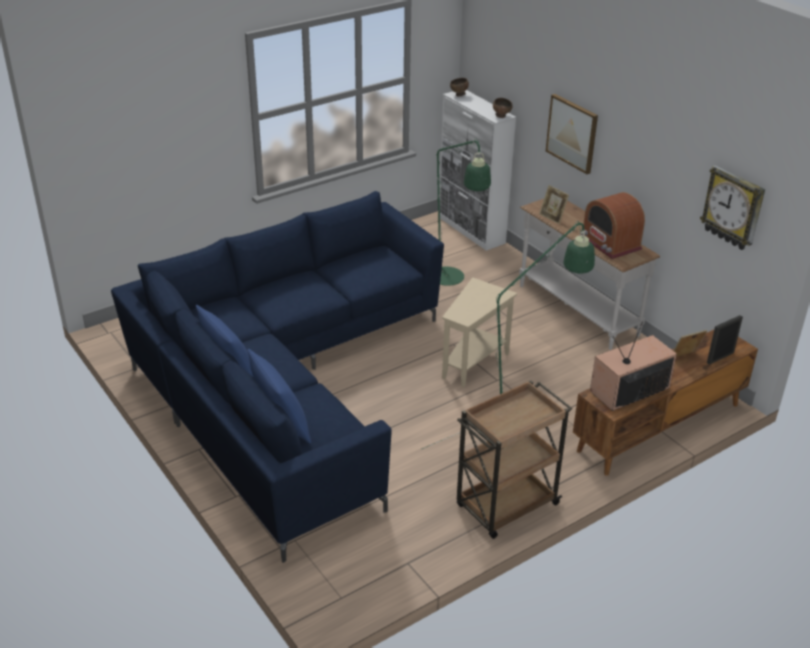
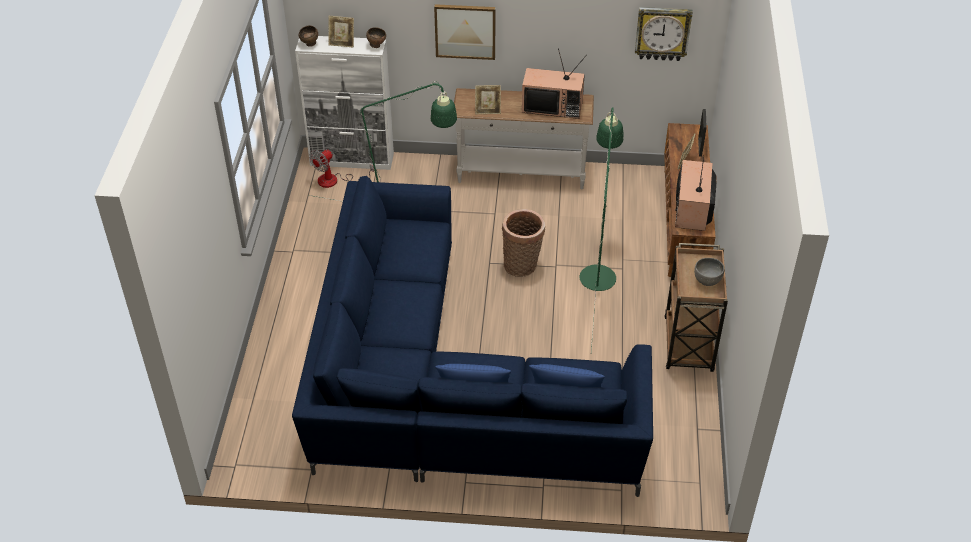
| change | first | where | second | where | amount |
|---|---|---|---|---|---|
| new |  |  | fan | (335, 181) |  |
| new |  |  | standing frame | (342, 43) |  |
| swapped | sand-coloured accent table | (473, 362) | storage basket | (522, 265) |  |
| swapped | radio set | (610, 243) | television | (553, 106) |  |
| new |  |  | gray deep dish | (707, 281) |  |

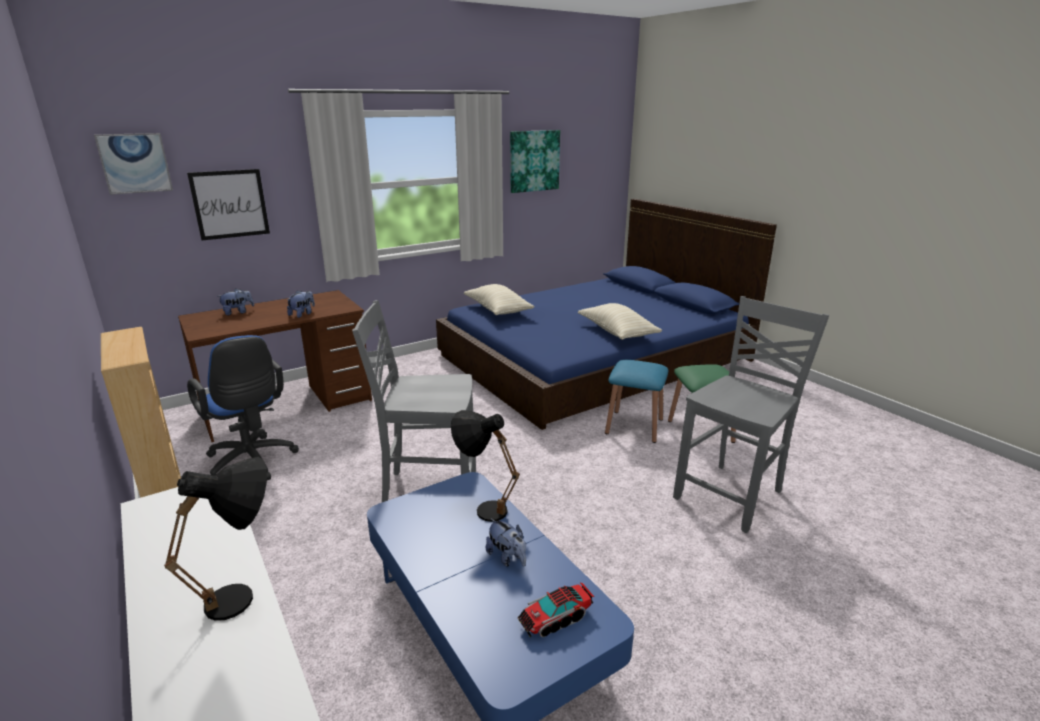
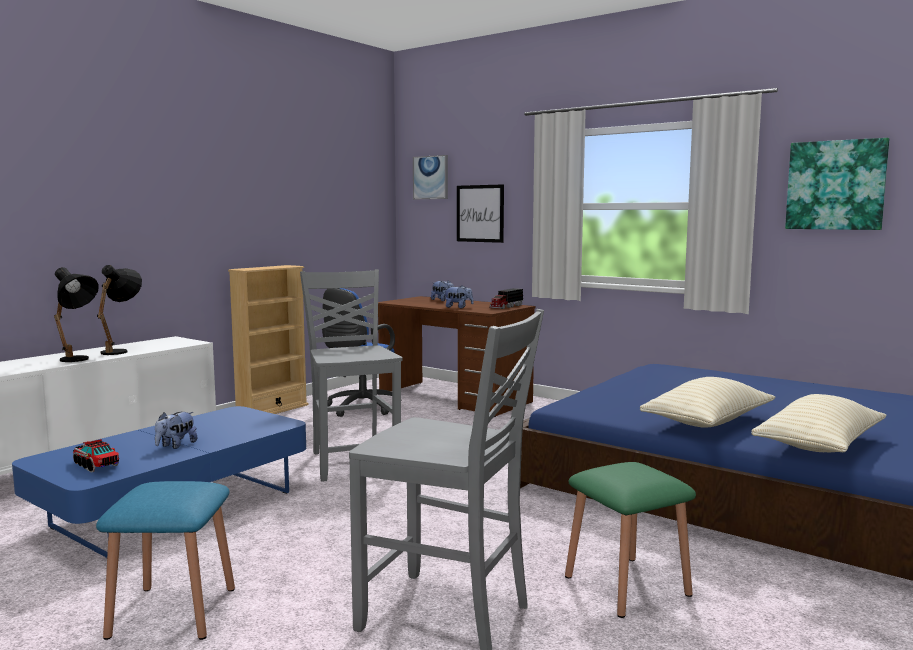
| change | first | where | second | where | amount |
|---|---|---|---|---|---|
| shifted | blue stool seat | (634, 426) |  | (173, 612) |  |
| shifted | black lamp for a table | (482, 507) |  | (121, 351) |  |
| new |  |  | toy lorry | (506, 306) |  |
| shifted | sand-coloured cushion | (498, 310) |  | (819, 445) |  |

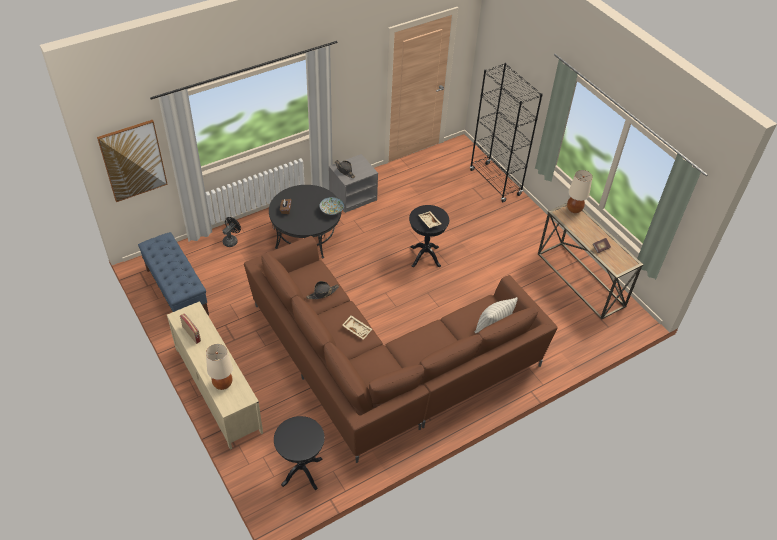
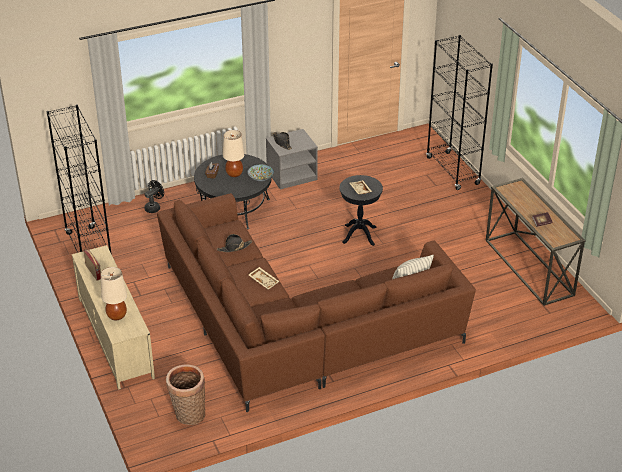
| change | first | where | second | where | amount |
|---|---|---|---|---|---|
| swapped | blue bench | (177, 292) | black shelving unit | (89, 249) |  |
| swapped | black accent table | (302, 472) | storage basket | (188, 415) |  |
| shifted | sand-coloured lamp for a table | (574, 209) |  | (234, 174) |  |
| gone | wall art | (133, 161) |  |  |  |

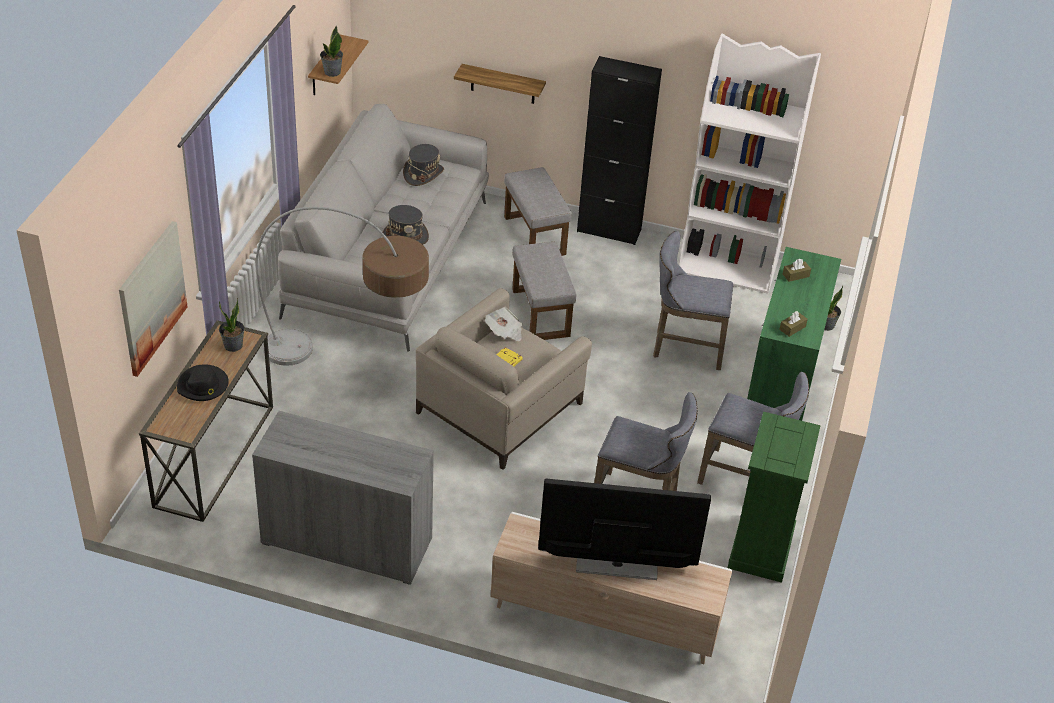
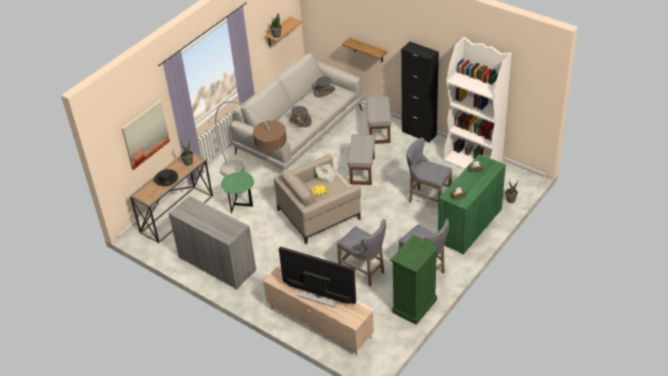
| change | first | where | second | where | amount |
|---|---|---|---|---|---|
| new |  |  | greenish accent table | (241, 205) |  |

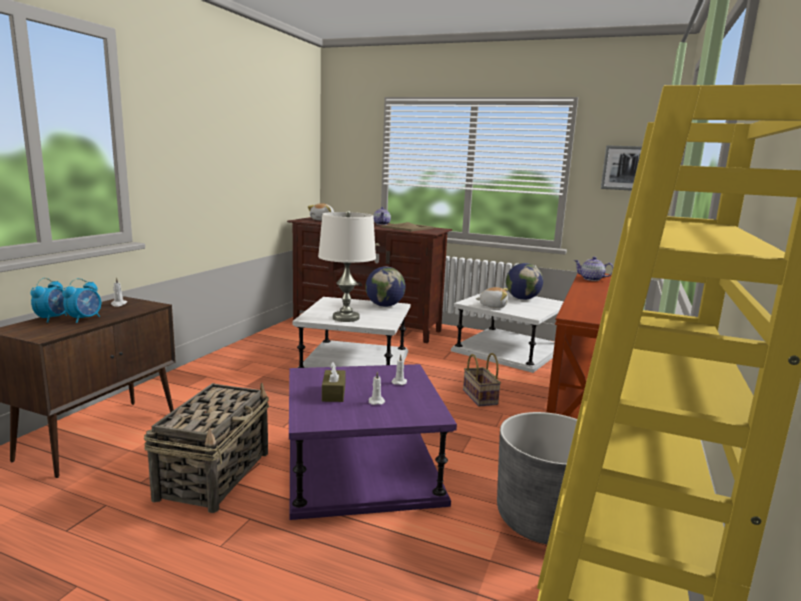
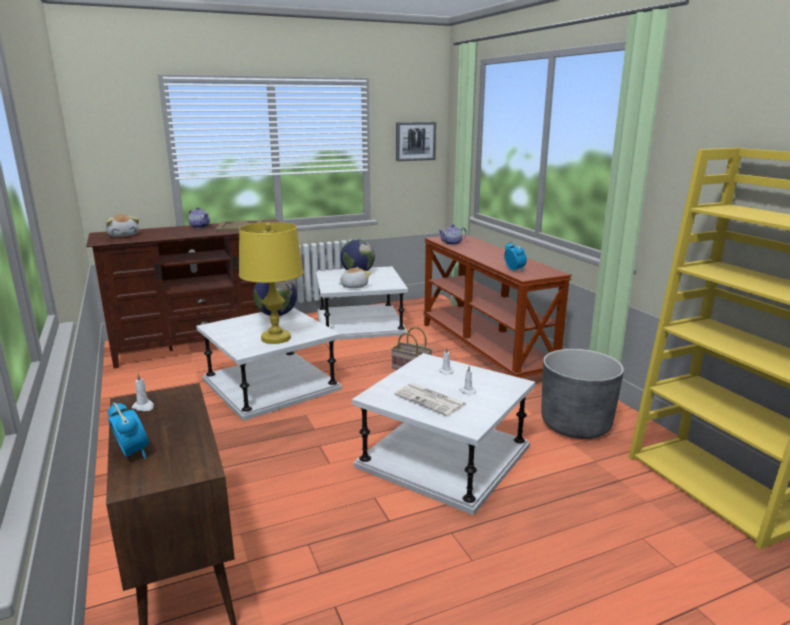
| change | first | where | second | where | amount |
|---|---|---|---|---|---|
| repainted | white lamp for a table | (346, 318) | yellowish lamp for a table | (275, 338) |  |
| repainted | purple accent table | (362, 469) | white accent table | (444, 456) |  |
| swapped | brown tissue box | (333, 393) | newspaper | (431, 400) |  |
| shifted | bedside clock | (85, 319) |  | (514, 270) |  |
| gone | storage basket | (215, 474) |  |  |  |

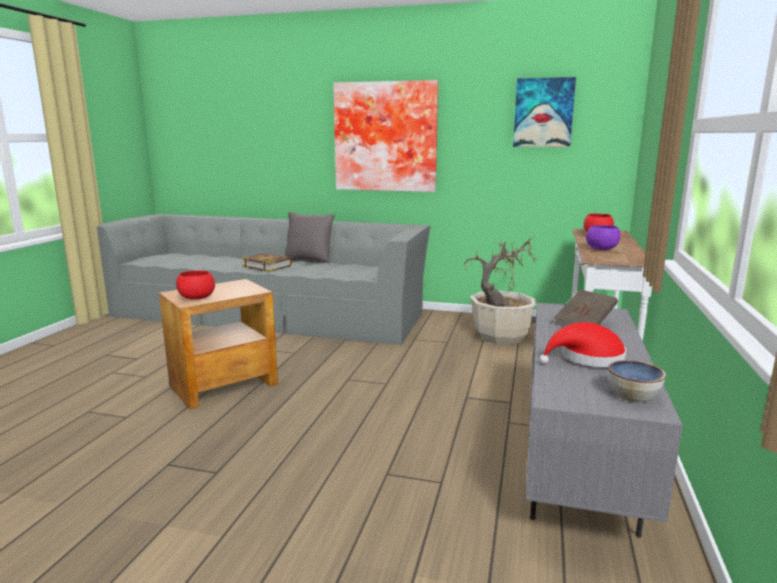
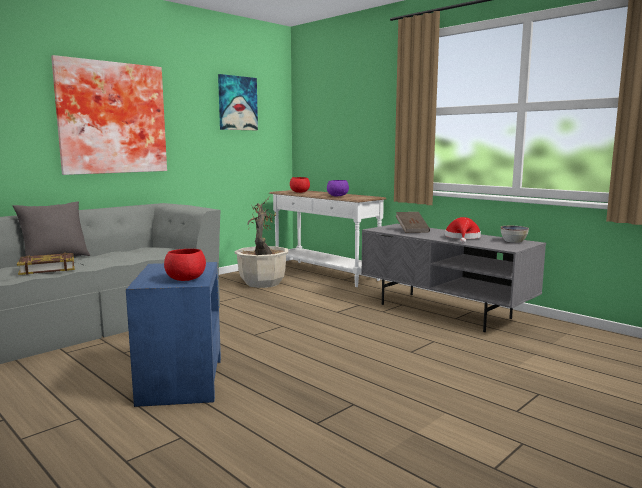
| change | first | where | second | where | amount |
|---|---|---|---|---|---|
| repainted | brown accent table | (222, 385) | blue accent table | (180, 381) |  |

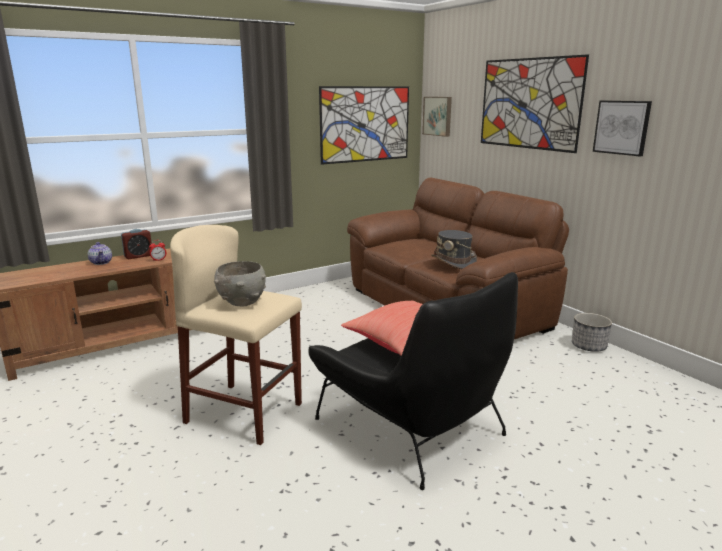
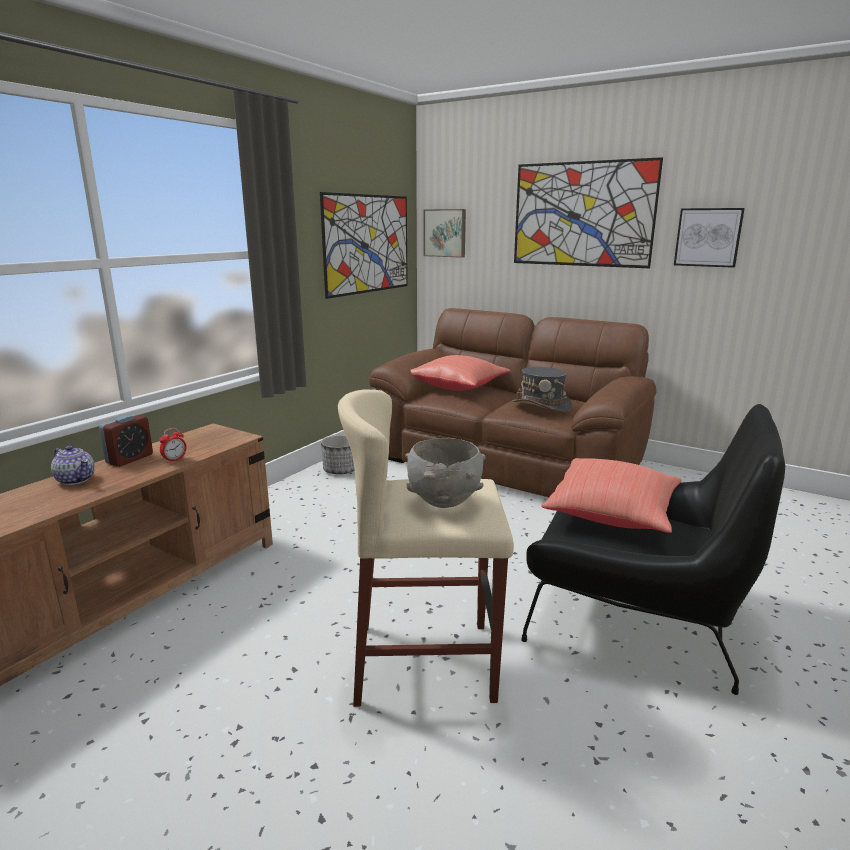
| change | first | where | second | where | amount |
|---|---|---|---|---|---|
| shifted | planter | (589, 346) |  | (341, 470) |  |
| new |  |  | reddish cushion | (459, 387) |  |

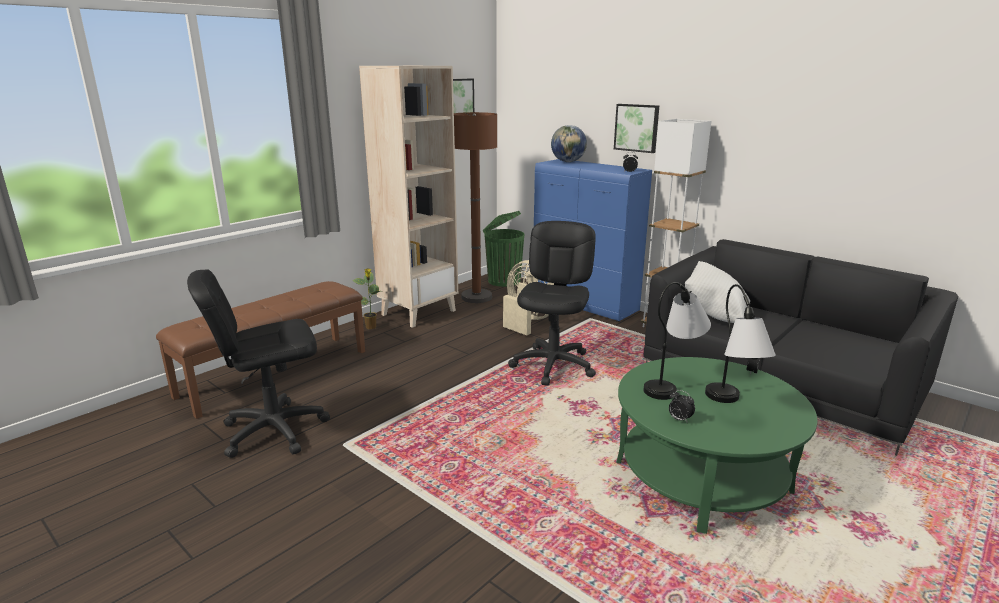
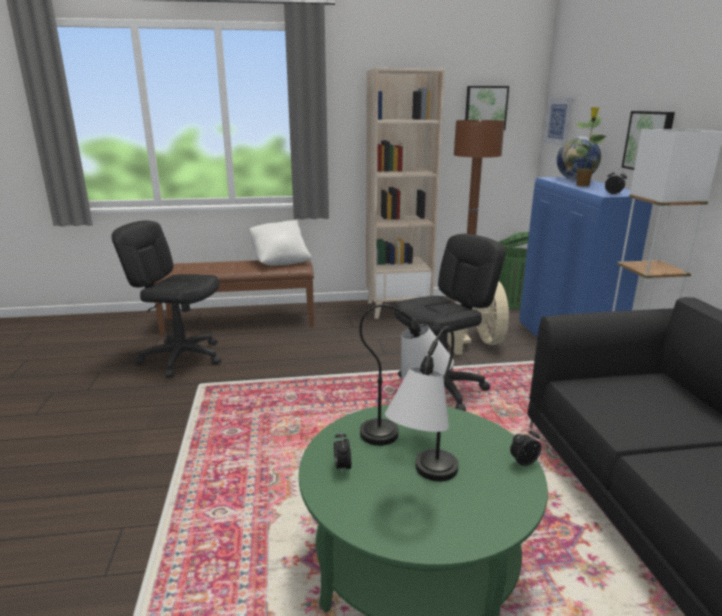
| change | first | where | second | where | amount |
|---|---|---|---|---|---|
| shifted | white cushion | (714, 315) |  | (280, 261) |  |
| new |  |  | wall art | (559, 121) |  |
| shifted | houseplant | (371, 327) |  | (583, 185) |  |

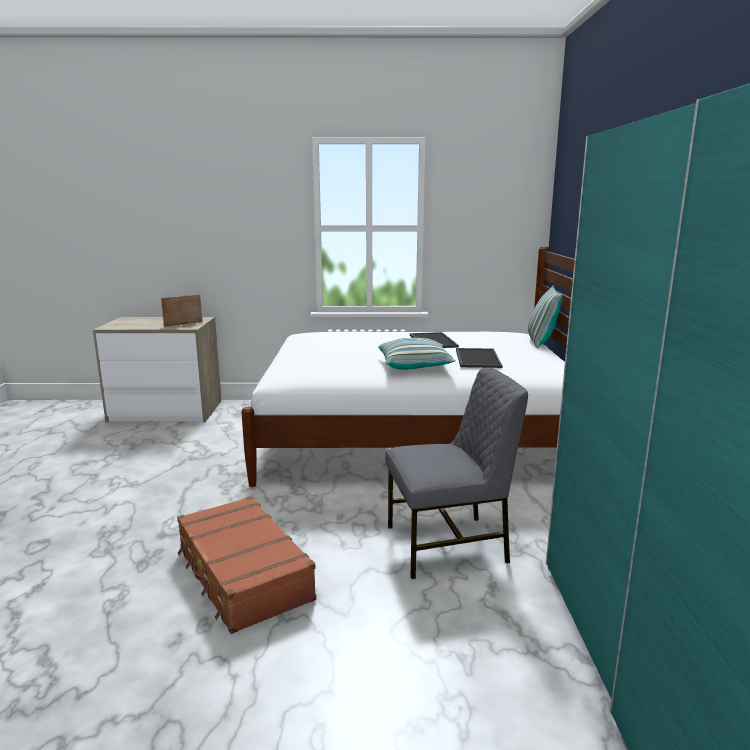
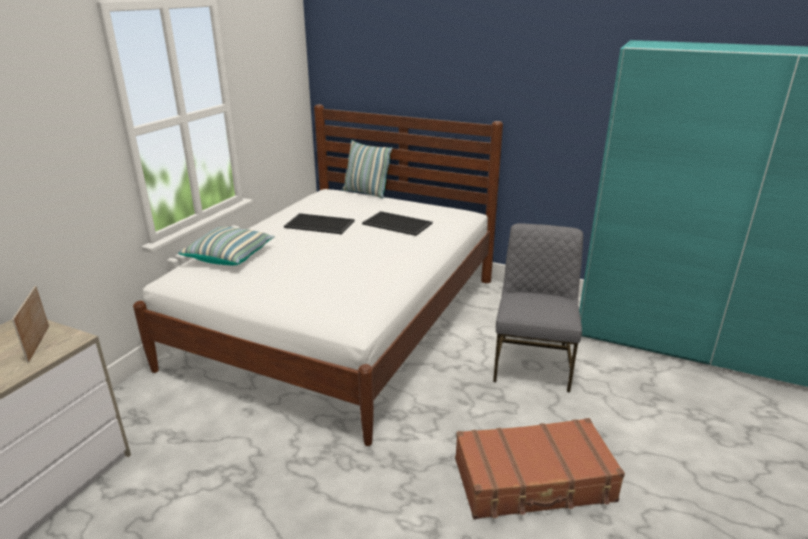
| change | first | where | second | where | amount |
|---|---|---|---|---|---|
| shifted | cushion | (415, 366) |  | (230, 256) |  |

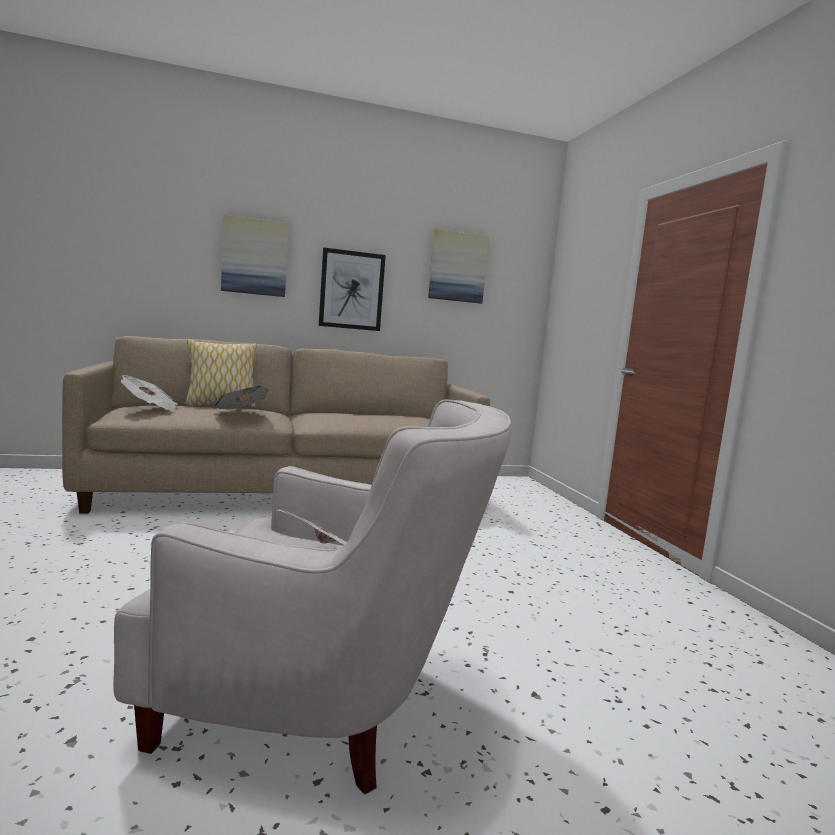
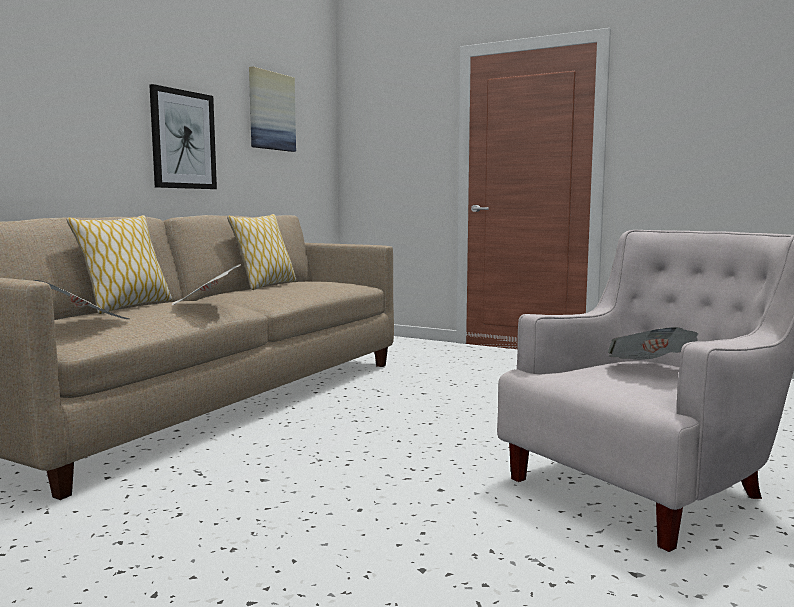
| change | first | where | second | where | amount |
|---|---|---|---|---|---|
| new |  |  | cushion | (265, 285) |  |
| gone | wall art | (255, 257) |  |  |  |

